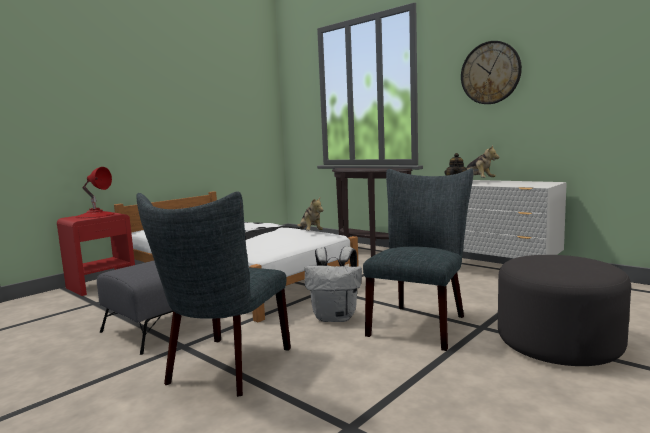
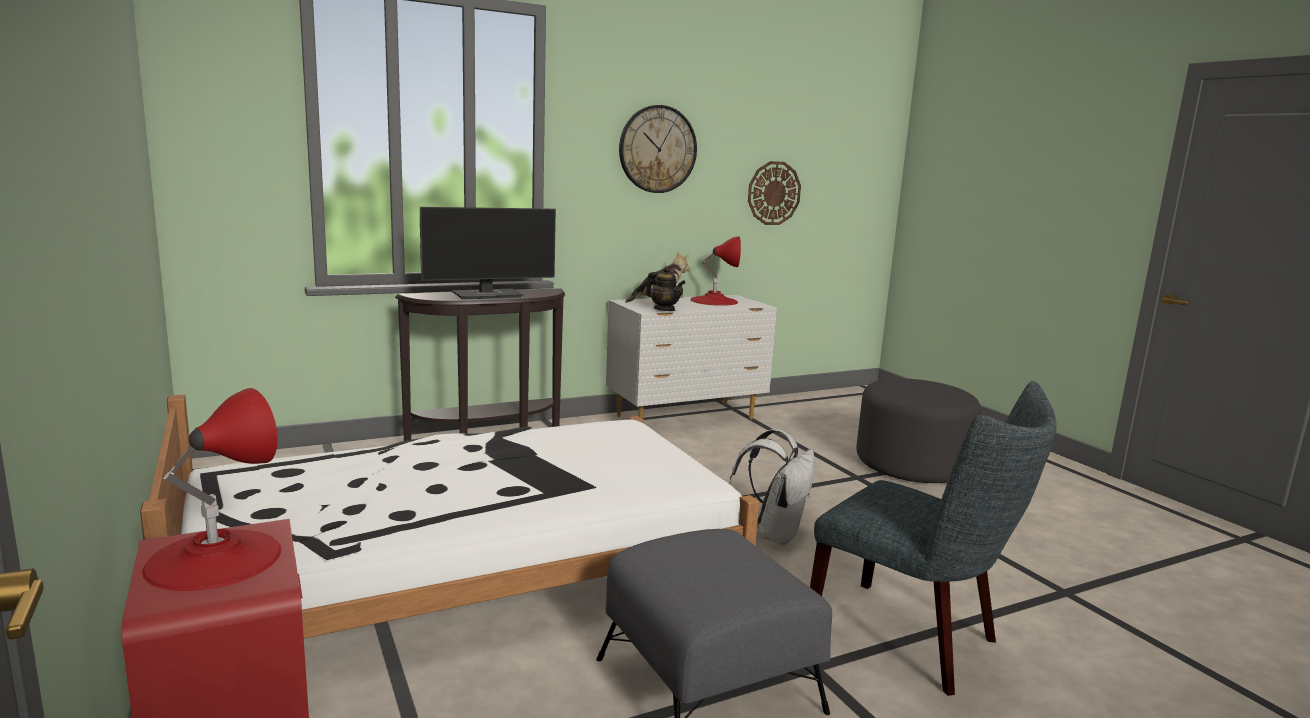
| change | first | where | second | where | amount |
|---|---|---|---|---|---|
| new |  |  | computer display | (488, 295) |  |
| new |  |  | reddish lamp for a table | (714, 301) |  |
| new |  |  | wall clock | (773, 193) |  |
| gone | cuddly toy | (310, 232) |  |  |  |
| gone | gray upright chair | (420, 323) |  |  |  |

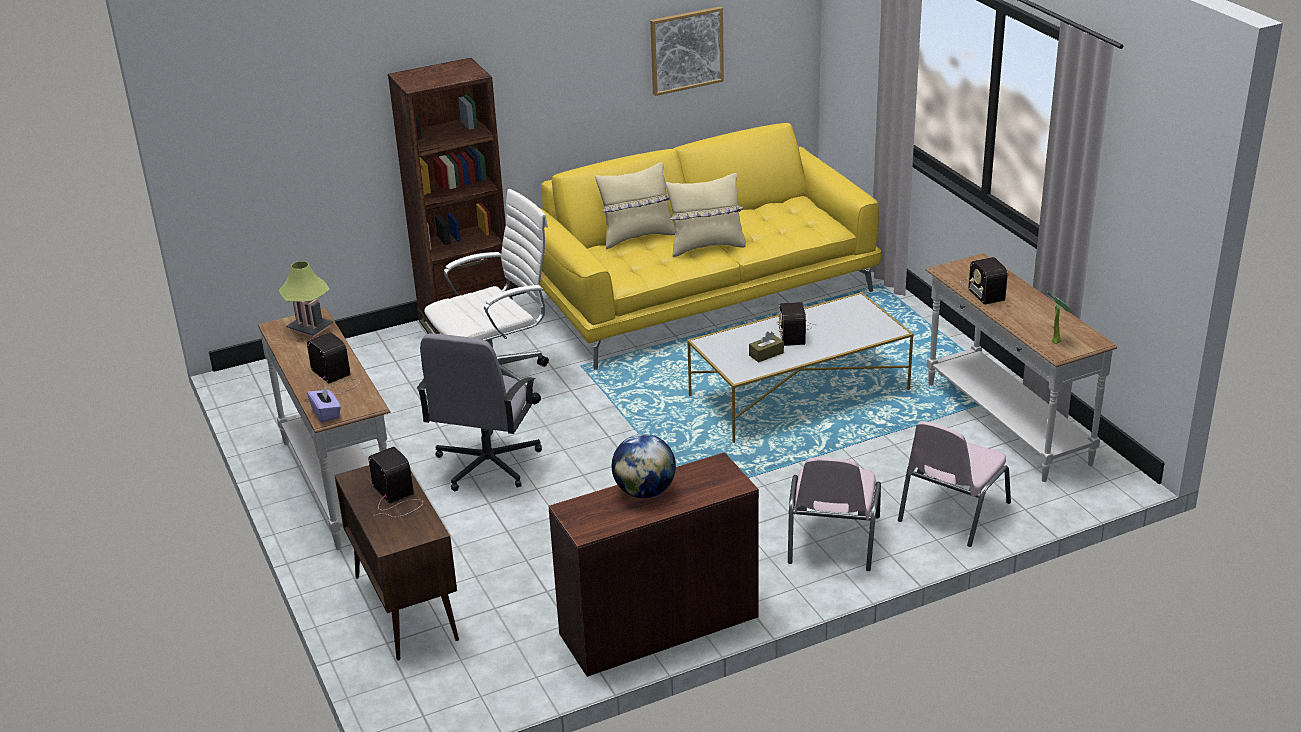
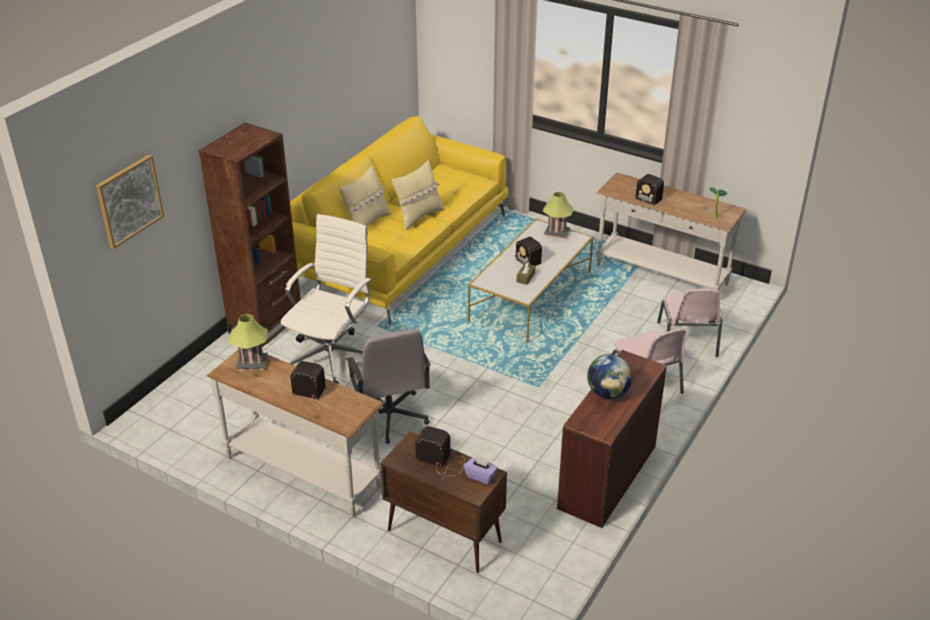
| change | first | where | second | where | amount |
|---|---|---|---|---|---|
| shifted | wall art | (686, 50) |  | (129, 200) |  |
| shifted | purple tissue box | (326, 413) |  | (480, 476) |  |
| new |  |  | lamp for a table | (556, 233) |  |

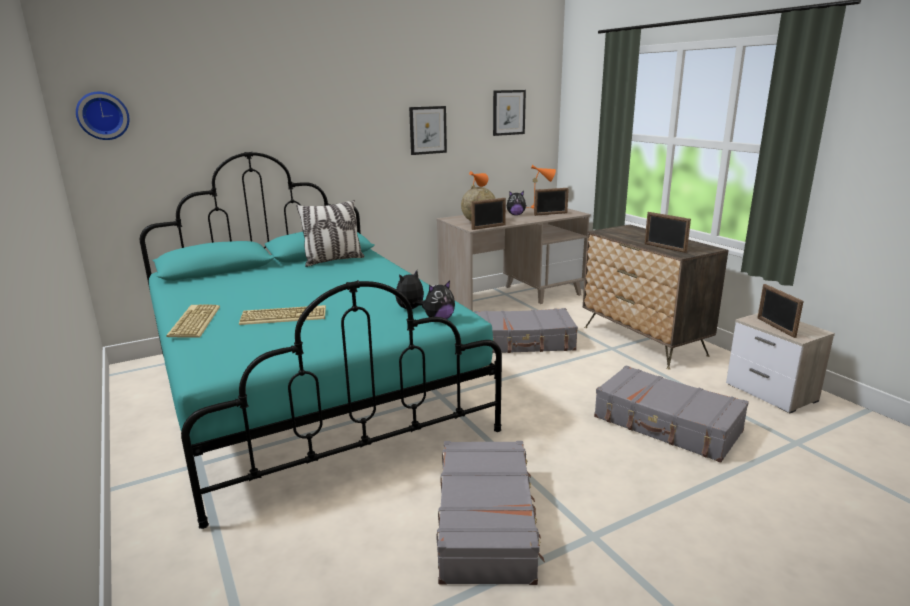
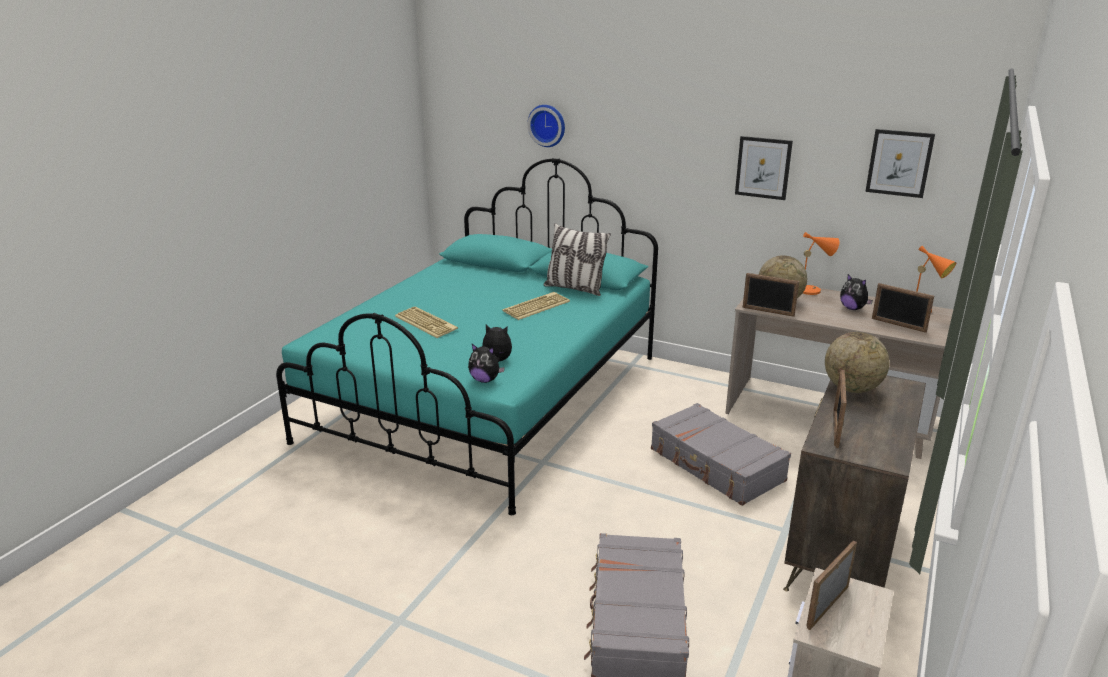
| change | first | where | second | where | amount |
|---|---|---|---|---|---|
| shifted | PC keyboard | (194, 322) |  | (536, 306) |  |
| shifted | wall clock | (103, 115) |  | (547, 125) |  |
| new |  |  | world globe | (852, 388) |  |
| gone | gray piece of luggage | (487, 522) |  |  |  |

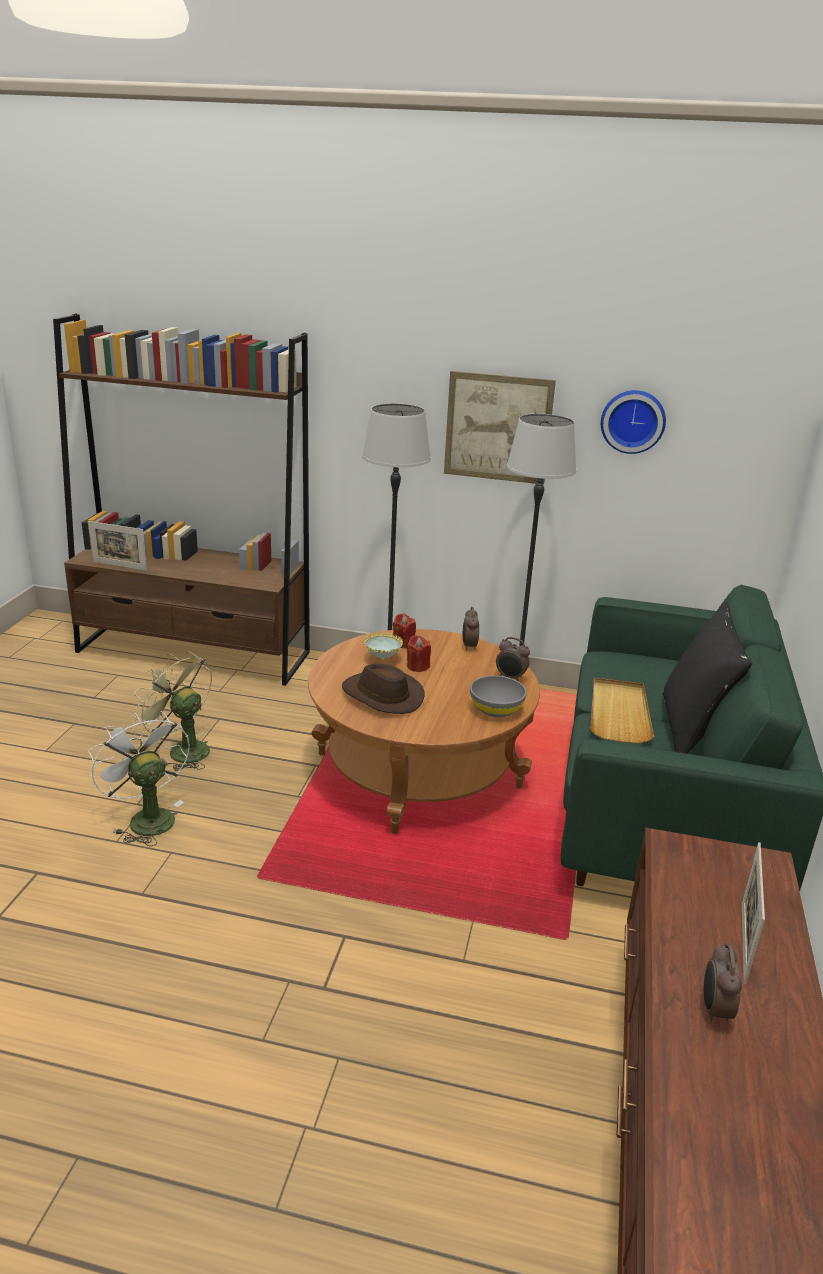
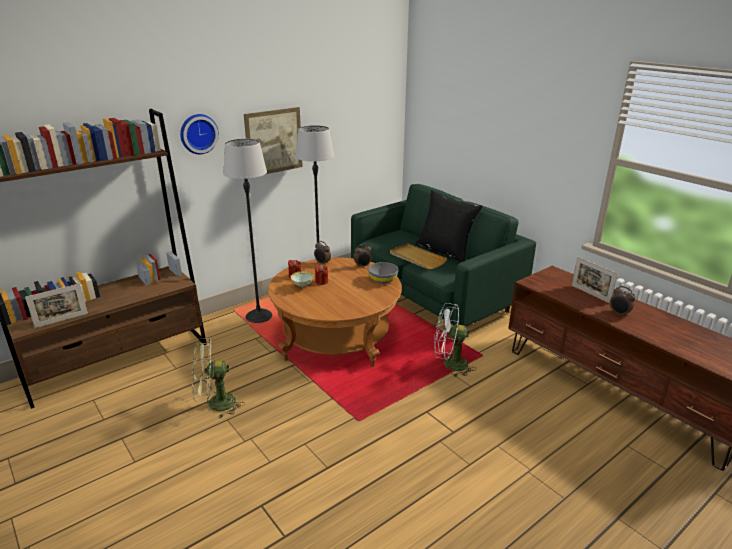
| change | first | where | second | where | amount |
|---|---|---|---|---|---|
| shifted | wall clock | (633, 421) |  | (198, 133) |  |
| shifted | white fan | (146, 818) |  | (449, 364) |  |
| gone | brown clothing hat | (381, 696) |  |  |  |

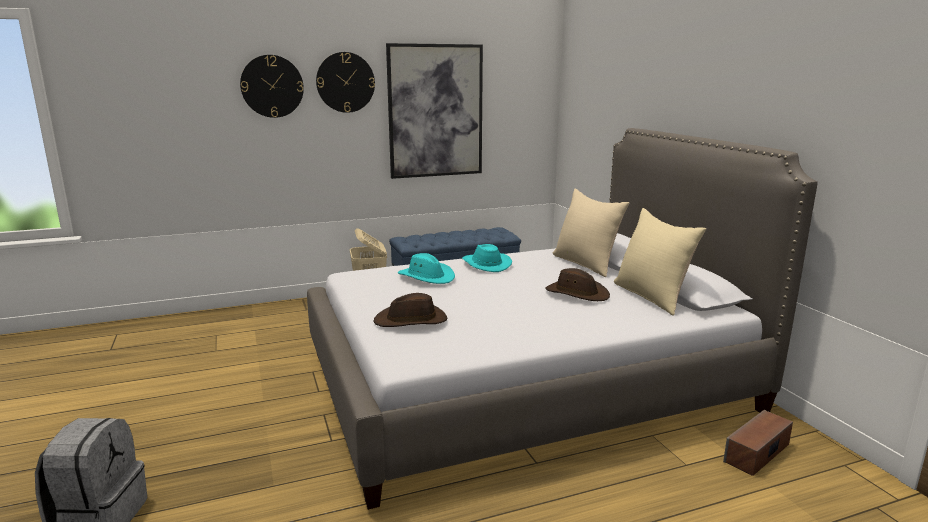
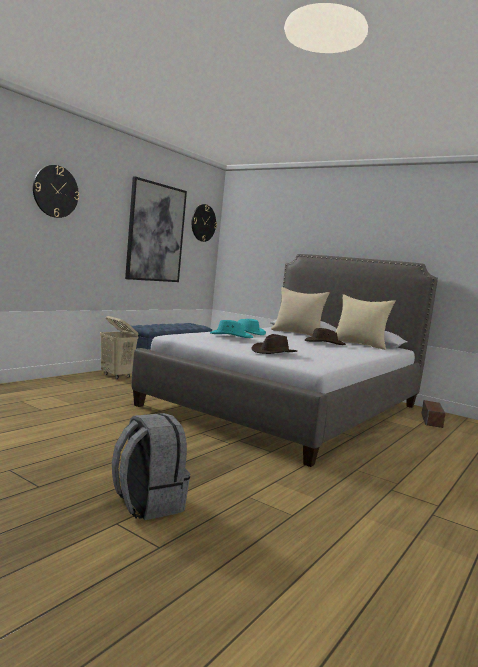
| change | first | where | second | where | amount |
|---|---|---|---|---|---|
| shifted | wall clock | (345, 82) |  | (203, 223) |  |

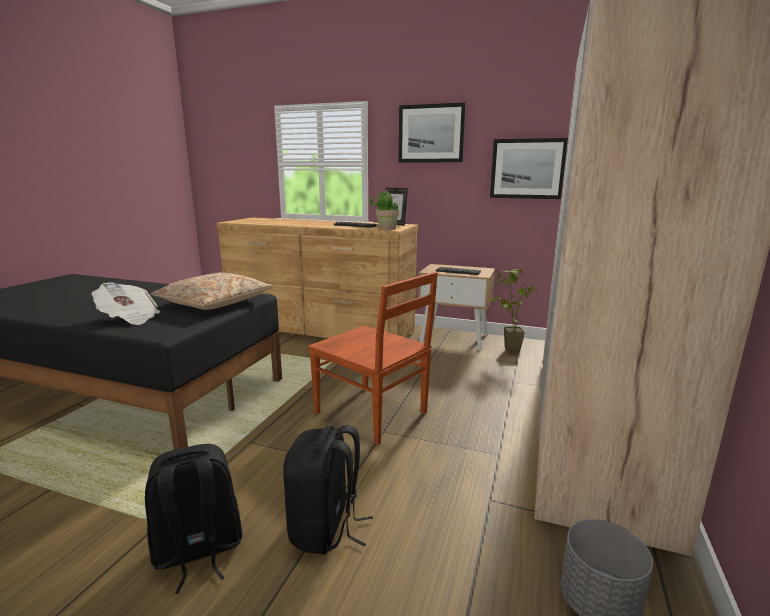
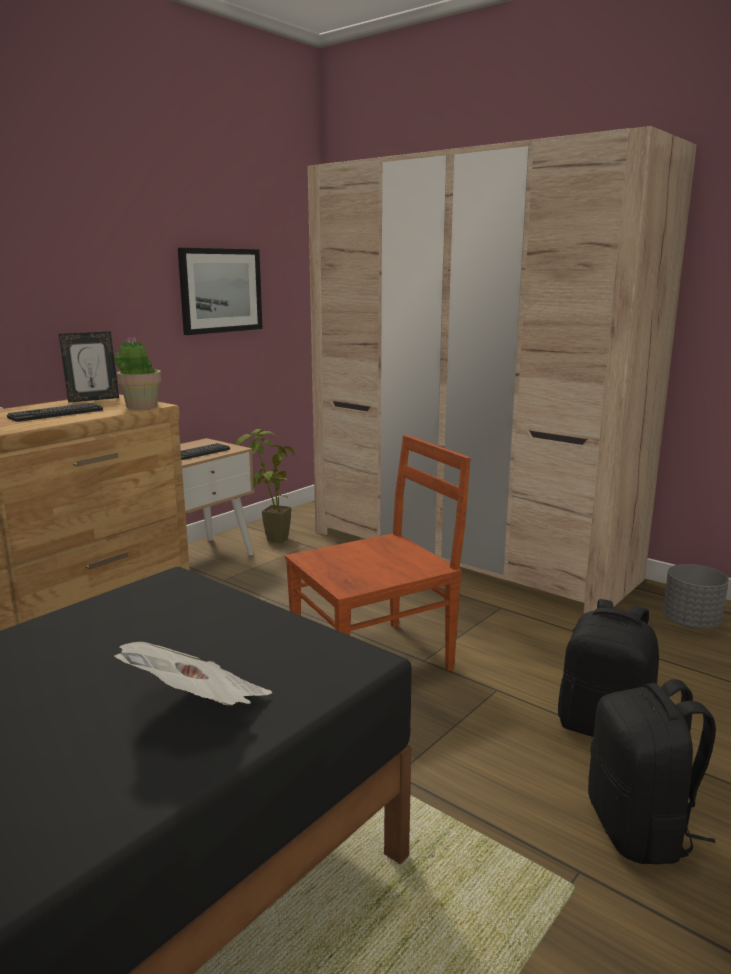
| change | first | where | second | where | amount |
|---|---|---|---|---|---|
| gone | sand-coloured cushion | (215, 302) |  |  |  |
| gone | wall art | (431, 133) |  |  |  |

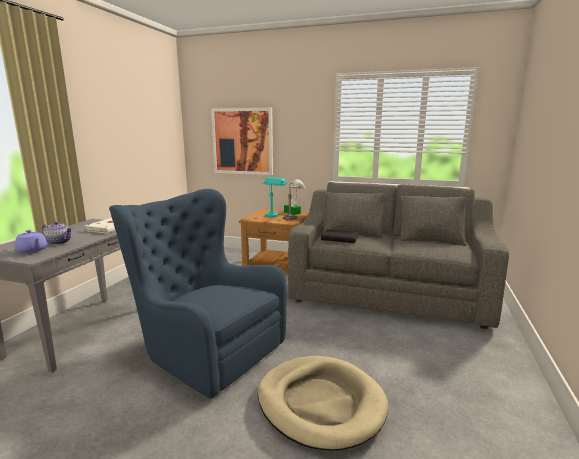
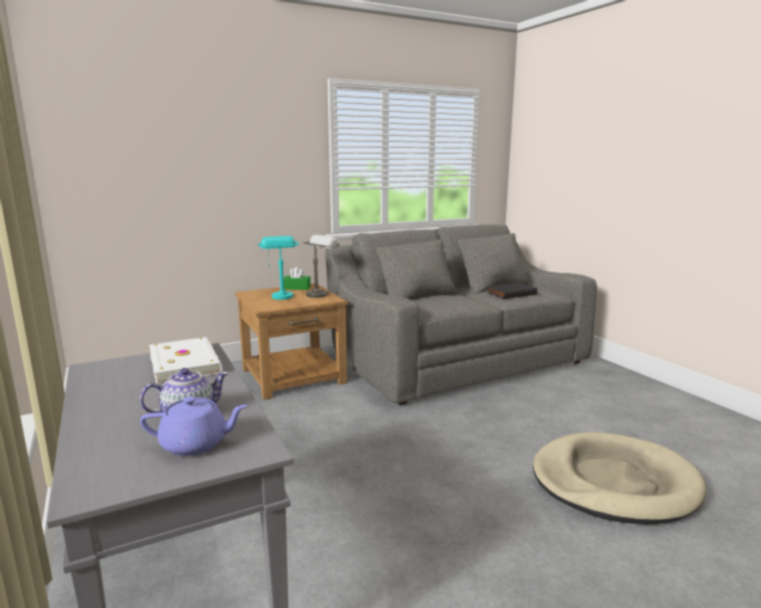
| change | first | where | second | where | amount |
|---|---|---|---|---|---|
| shifted | black volume | (340, 238) |  | (511, 293) |  |
| gone | blue lounge chair | (205, 349) |  |  |  |
| gone | wall art | (242, 141) |  |  |  |

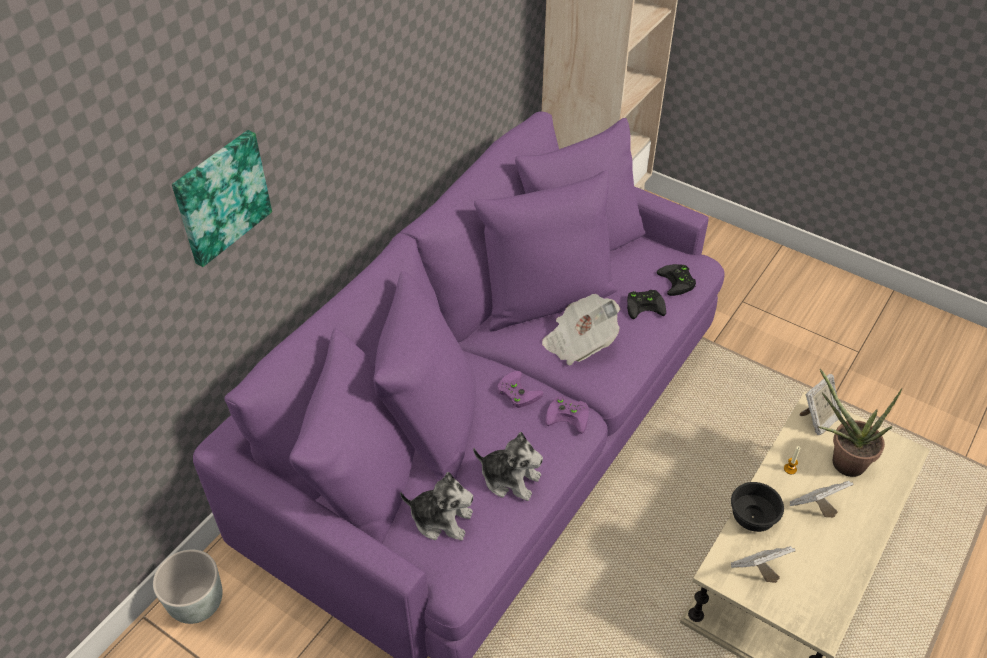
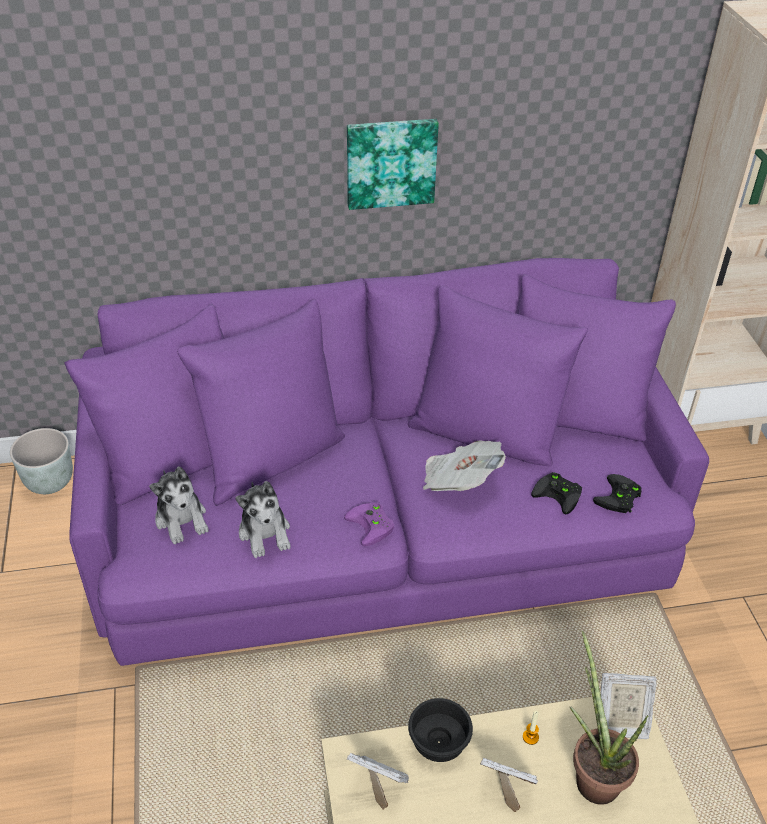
| change | first | where | second | where | amount |
|---|---|---|---|---|---|
| shifted | wall art | (220, 196) |  | (390, 162) |  |
| gone | purple game controller | (516, 392) |  |  |  |

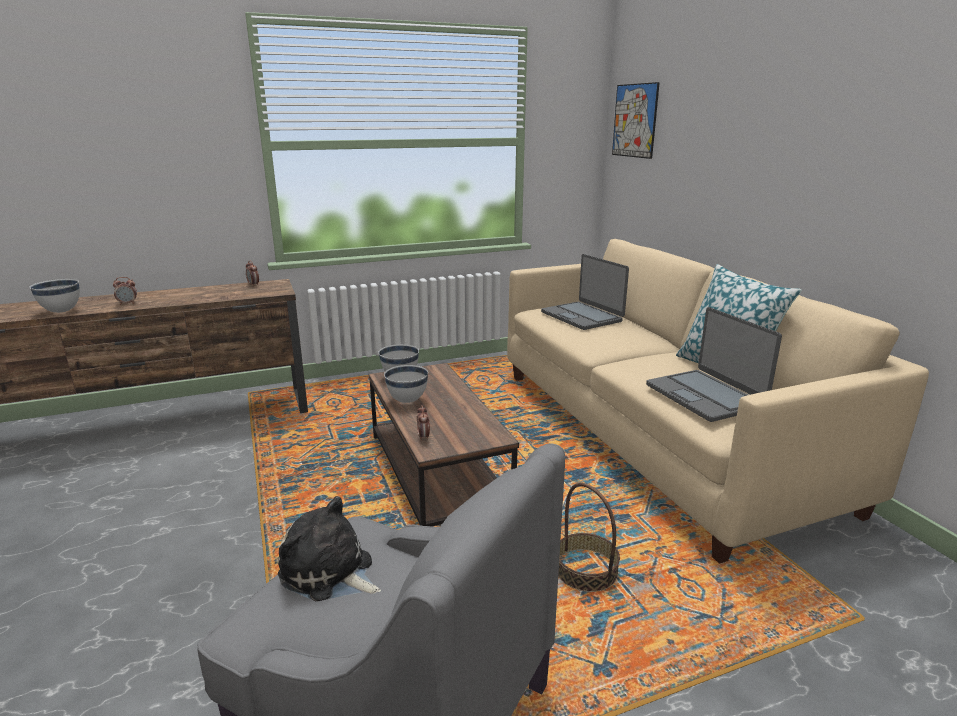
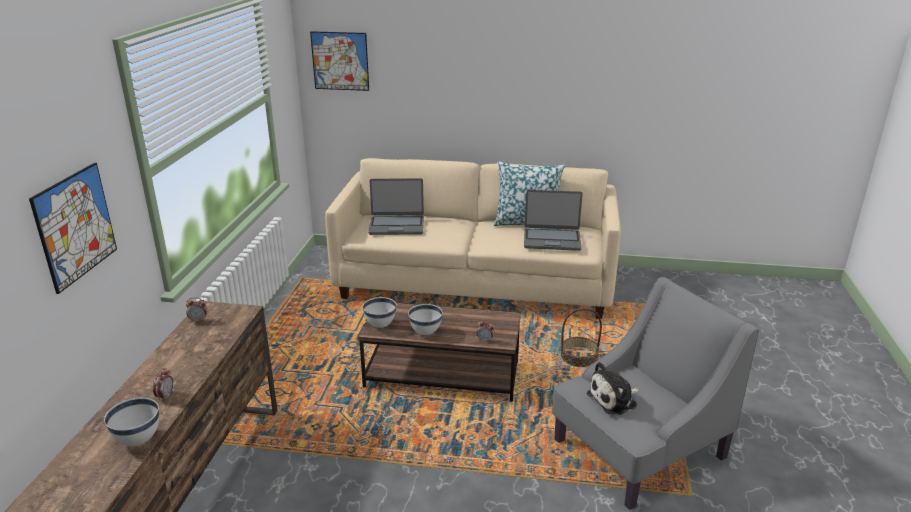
| change | first | where | second | where | amount |
|---|---|---|---|---|---|
| new |  |  | wall art | (75, 226) |  |

